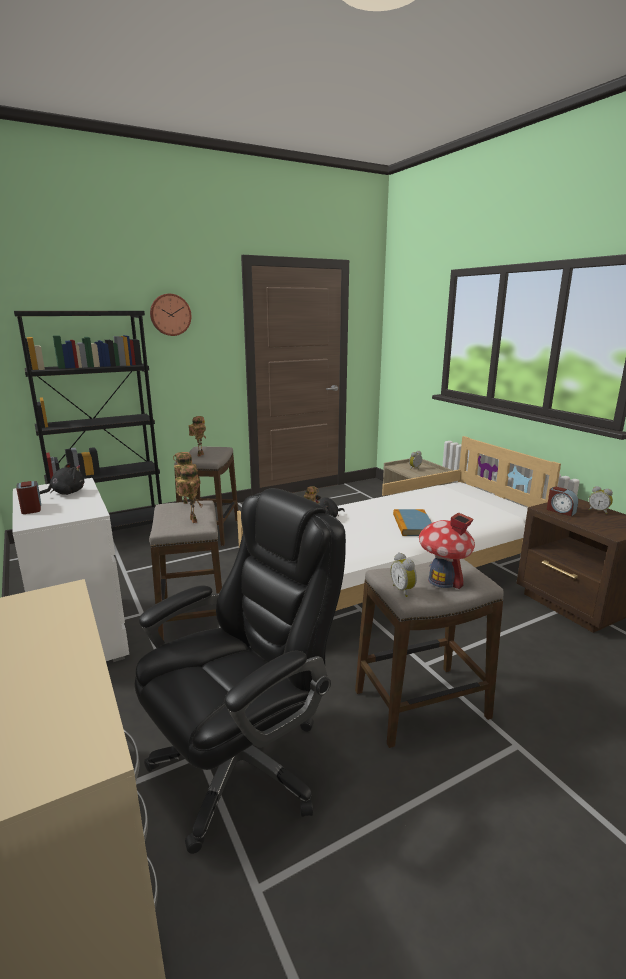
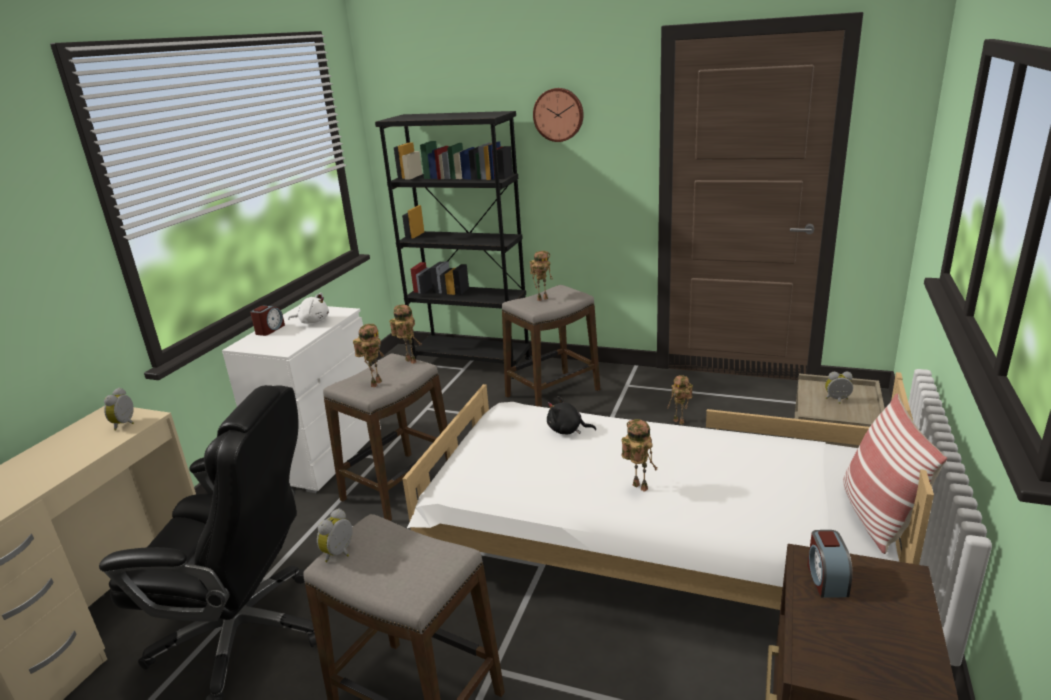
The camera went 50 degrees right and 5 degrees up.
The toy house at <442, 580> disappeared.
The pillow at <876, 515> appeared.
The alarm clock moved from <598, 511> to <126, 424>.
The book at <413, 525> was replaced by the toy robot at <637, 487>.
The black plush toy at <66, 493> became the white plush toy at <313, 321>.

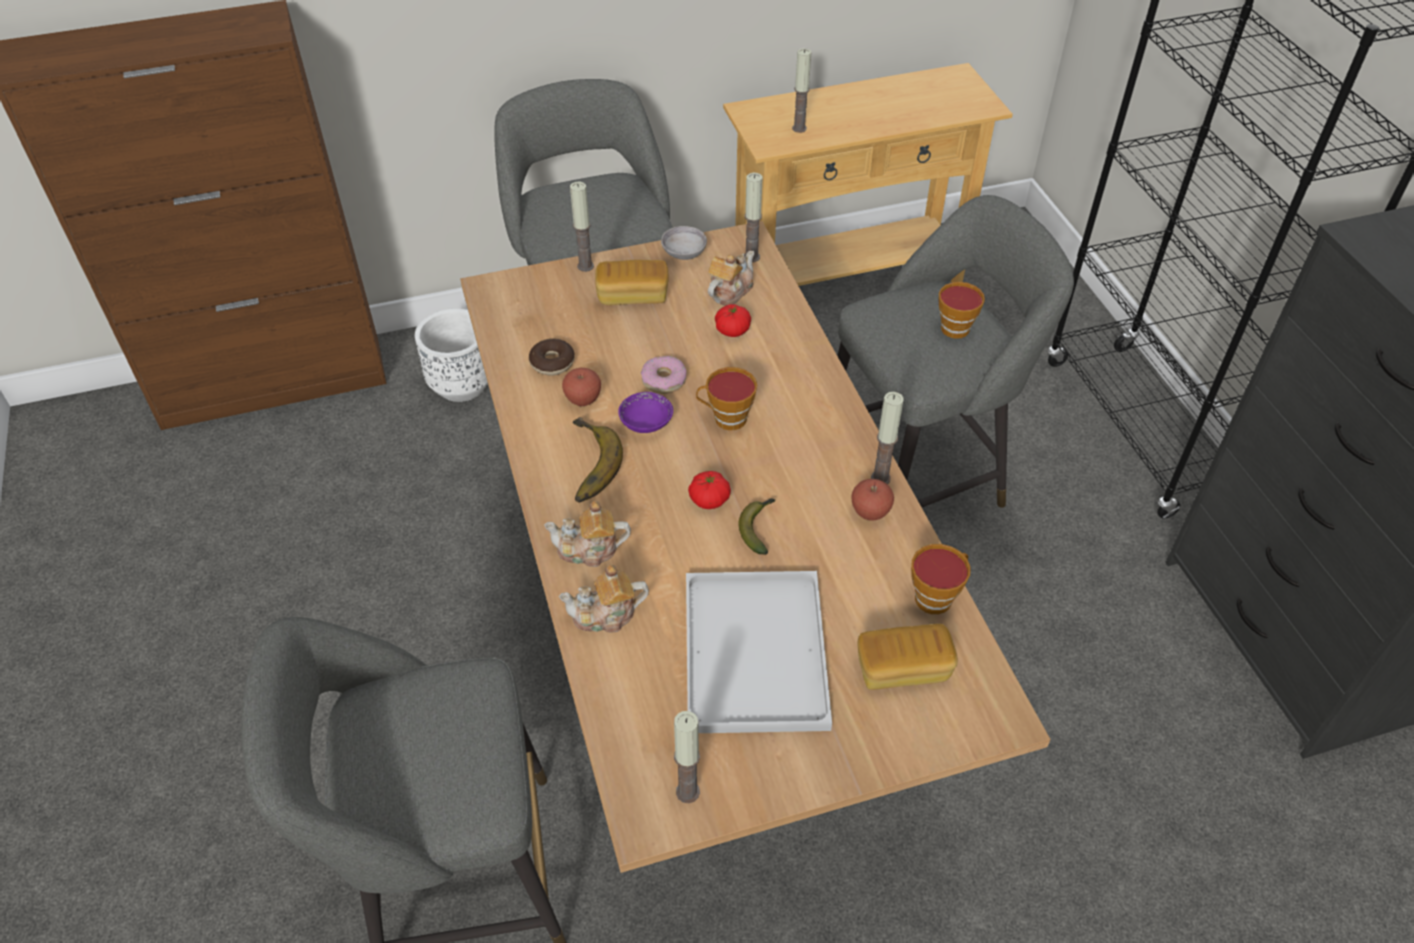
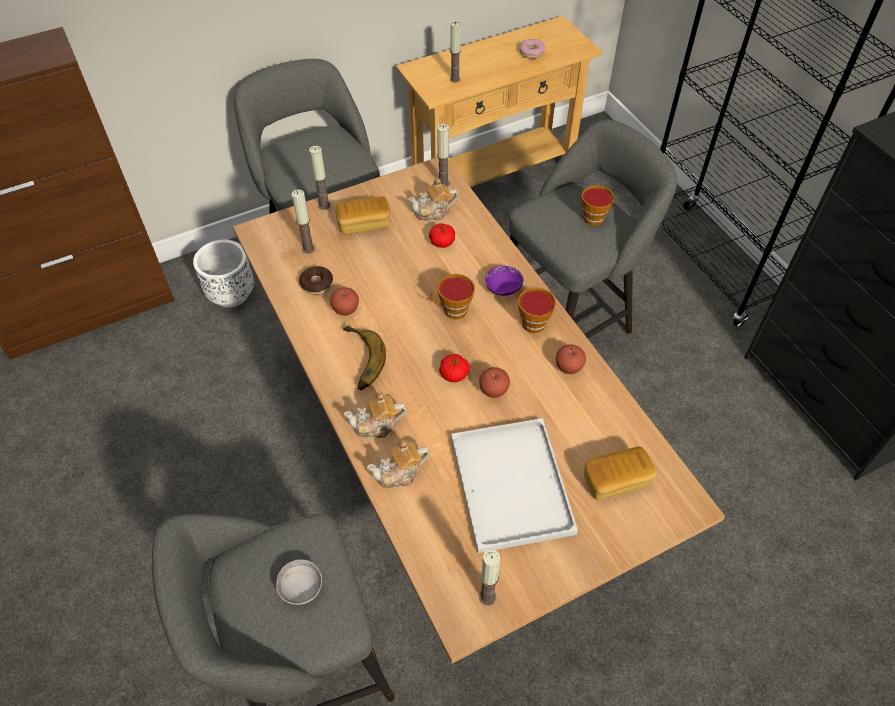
The camera went 10 degrees left and 5 degrees up.
The purple bowl moved from <646, 423> to <503, 288>.
The donut moved from <663, 380> to <531, 52>.
The grey bowl moved from <684, 253> to <301, 587>.
The candle moved from <880, 478> to <308, 248>.
The cup moved from <936, 596> to <535, 321>.
The banana at <758, 528> was replaced by the apple at <493, 390>.
The teapot at <729, 291> turned 135 degrees counterclockwise.

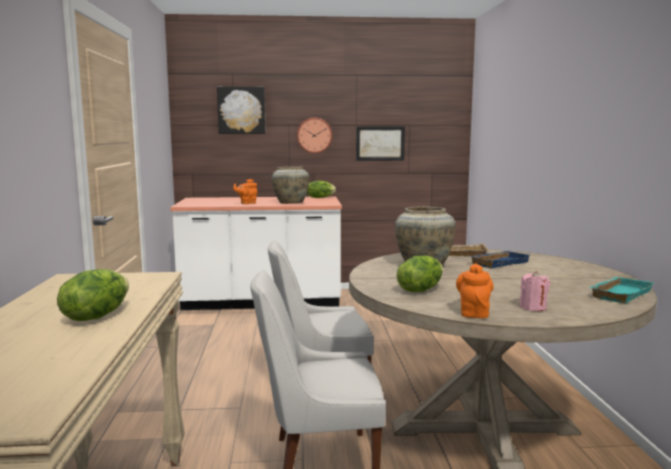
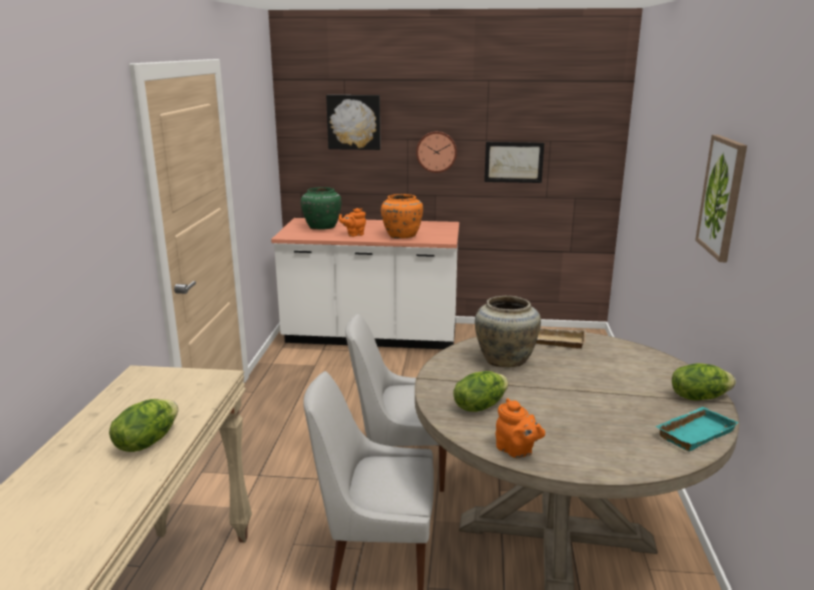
The camera went 10 degrees right and 10 degrees up.
The blue tray at <498, 262> disappeared.
The pink candle at <533, 307> disappeared.
The green vase at <322, 227> appeared.
The picture at <722, 197> appeared.
The lettuce moved from <320, 198> to <698, 397>.
The beige vase at <291, 203> became the orange vase at <402, 236>.
The orange teapot at <474, 312> turned 120 degrees clockwise.

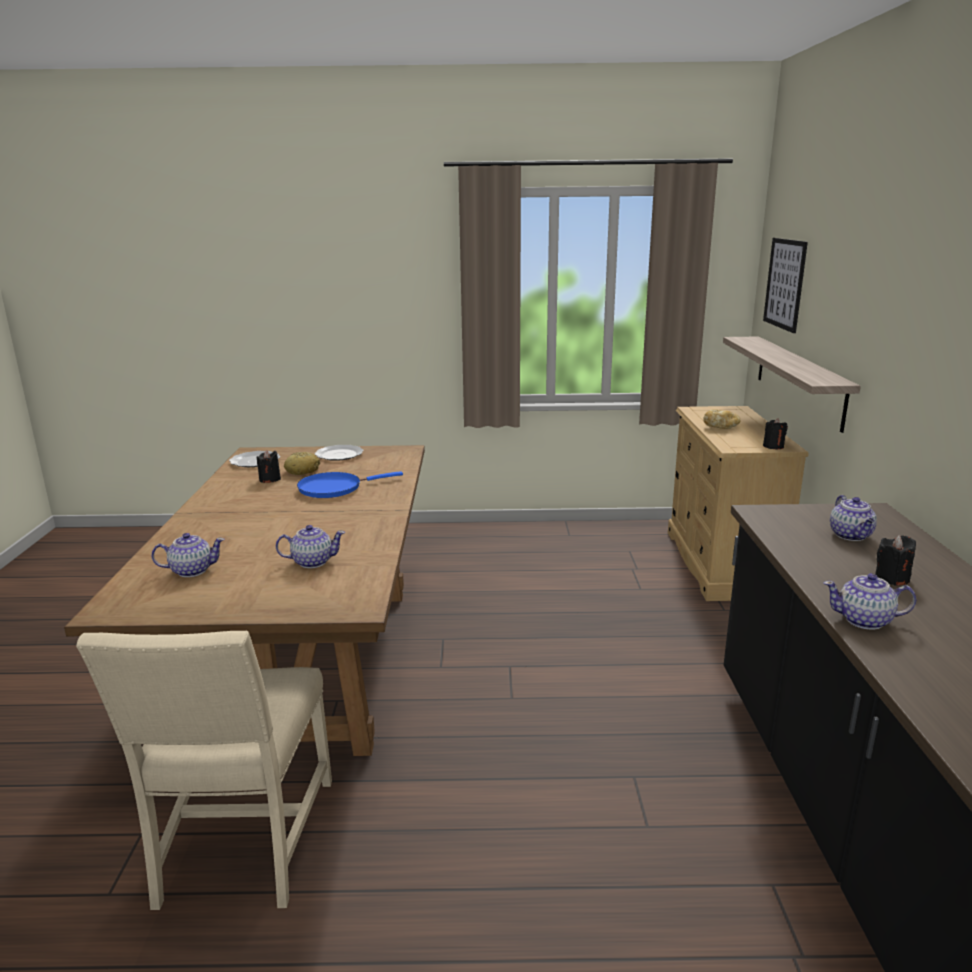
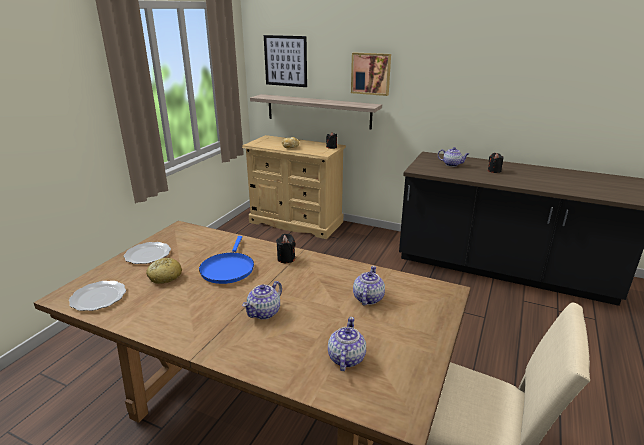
The camera went 65 degrees left and 5 degrees up.
The picture at <371, 73> appeared.
The black candle moved from <270, 479> to <286, 259>.
The teapot moved from <865, 620> to <264, 312>.

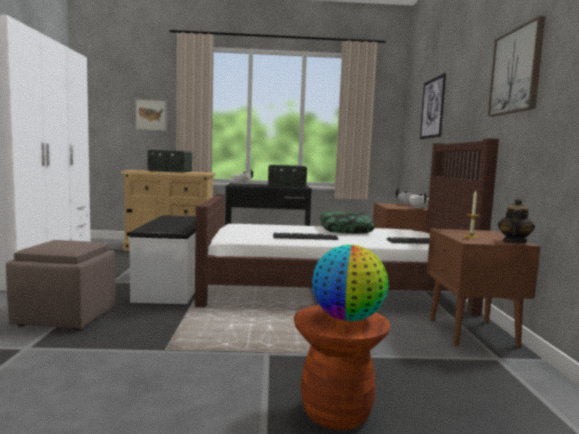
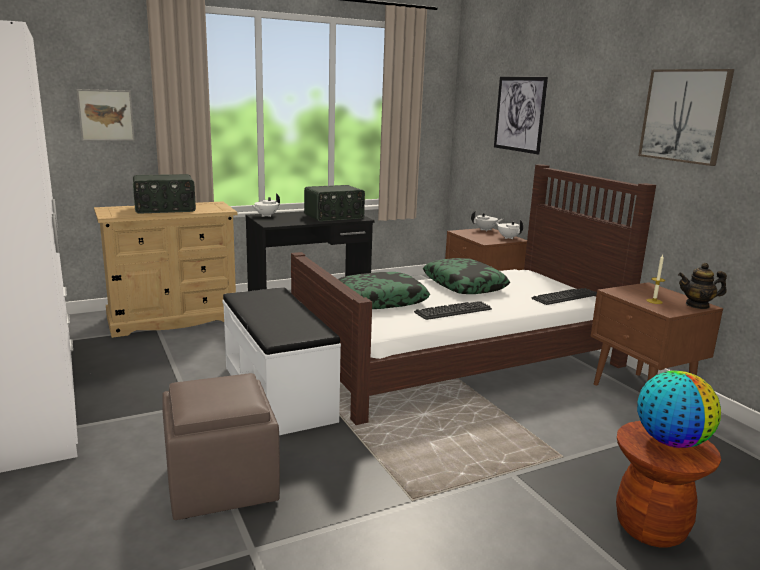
The camera went 25 degrees left and 10 degrees up.
The pillow at <379, 300> appeared.
The teapot at <513, 242> turned 90 degrees counterclockwise.

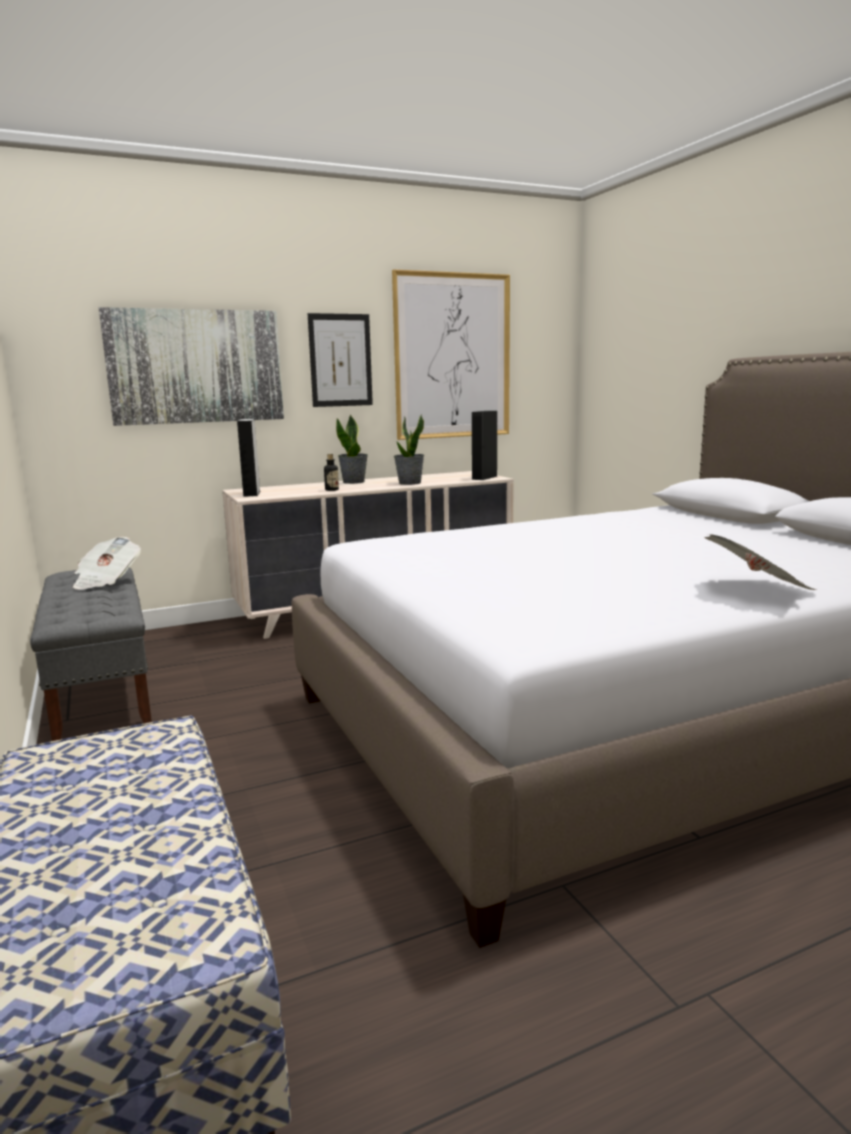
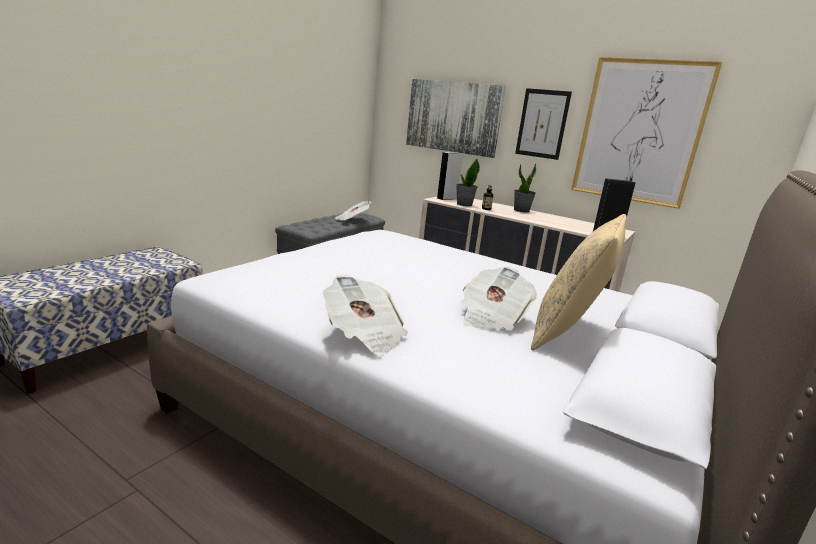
The camera went 55 degrees right and 5 degrees up.
The newspaper at <491, 317> appeared.
The beige pillow at <568, 332> appeared.
The potted plant moved from <409, 483> to <464, 204>.

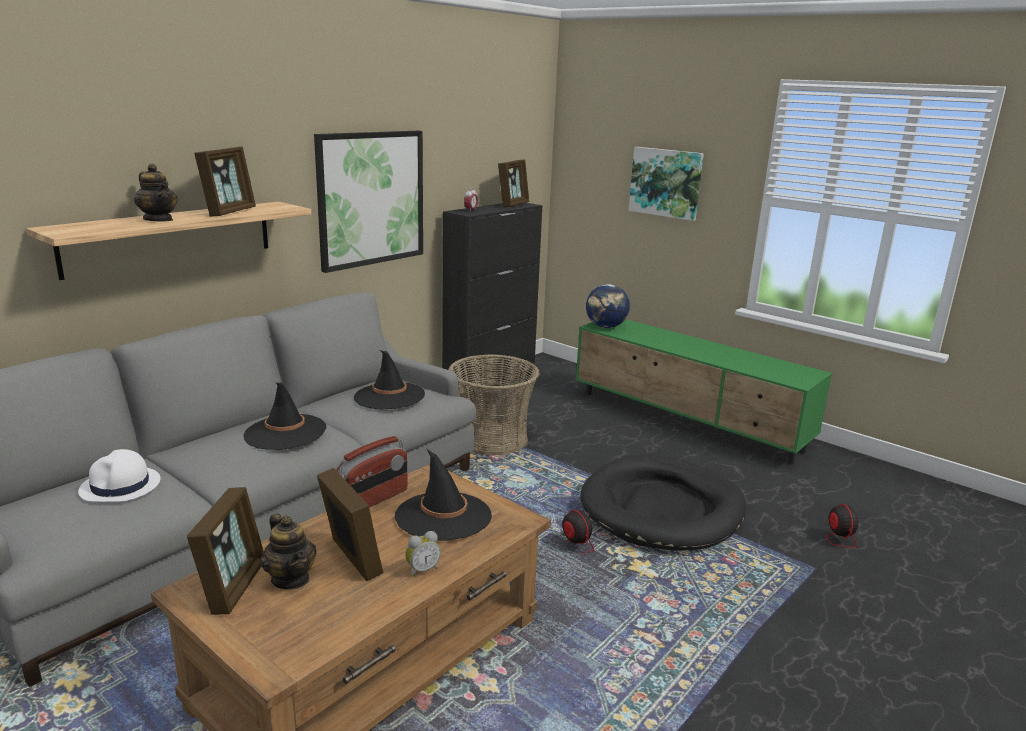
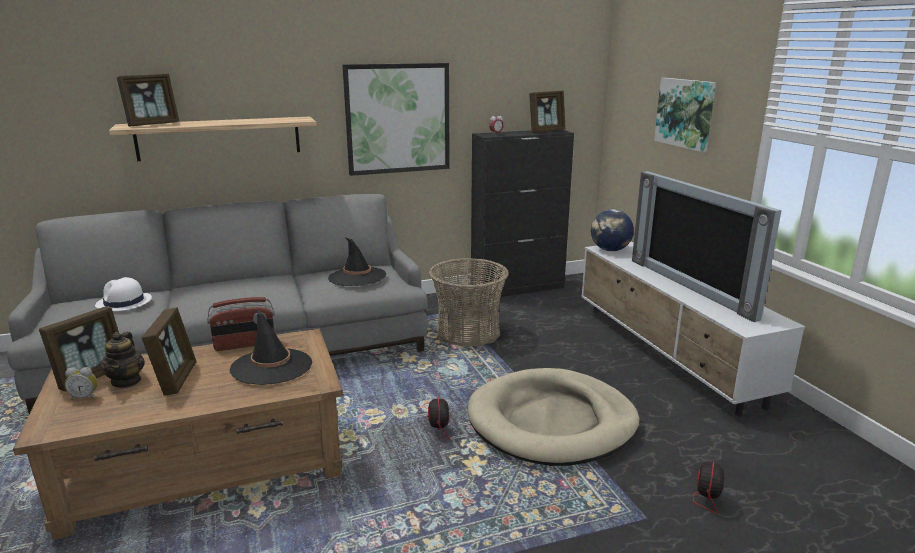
The camera went 30 degrees right and 0 degrees up.
The teapot at <158, 220> disappeared.
The black hat at <285, 432> disappeared.
The television at <694, 286> appeared.
The picture frame moved from <229, 212> to <153, 124>.
The alarm clock moved from <422, 570> to <85, 397>.
The green tv stand at <688, 421> became the white tv stand at <667, 354>.
The black dog bed at <662, 508> became the beige dog bed at <552, 422>.

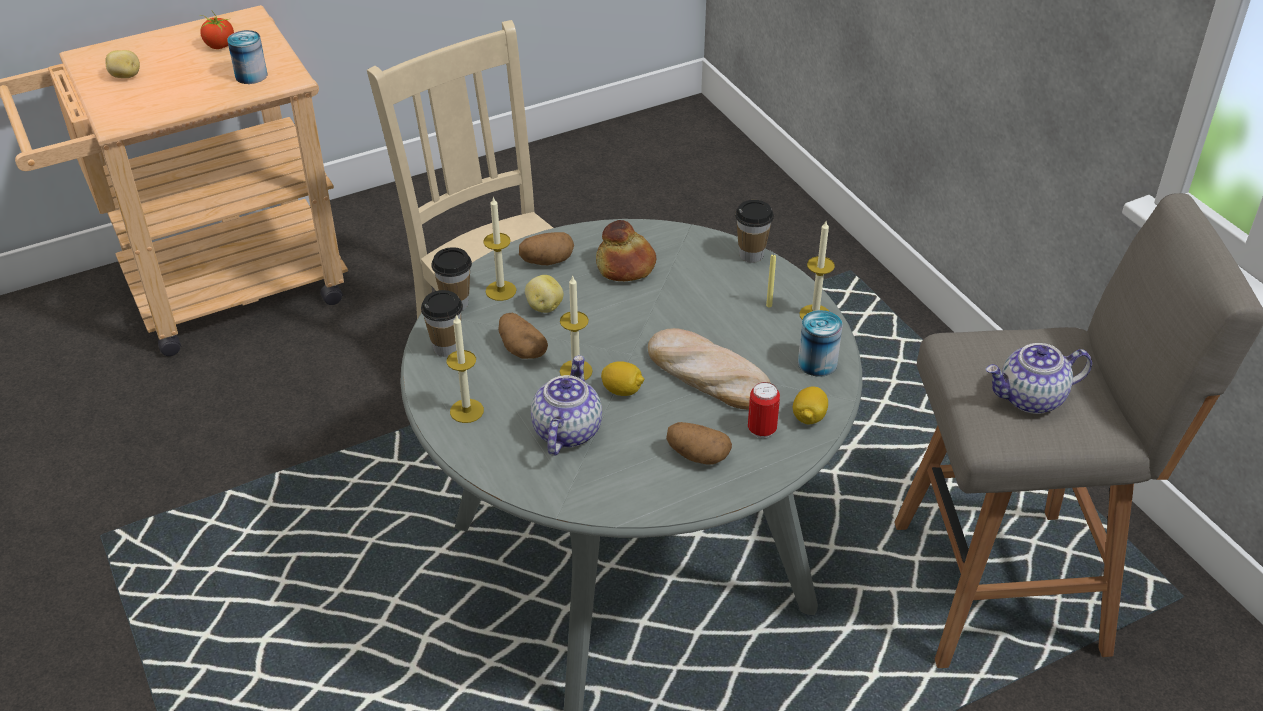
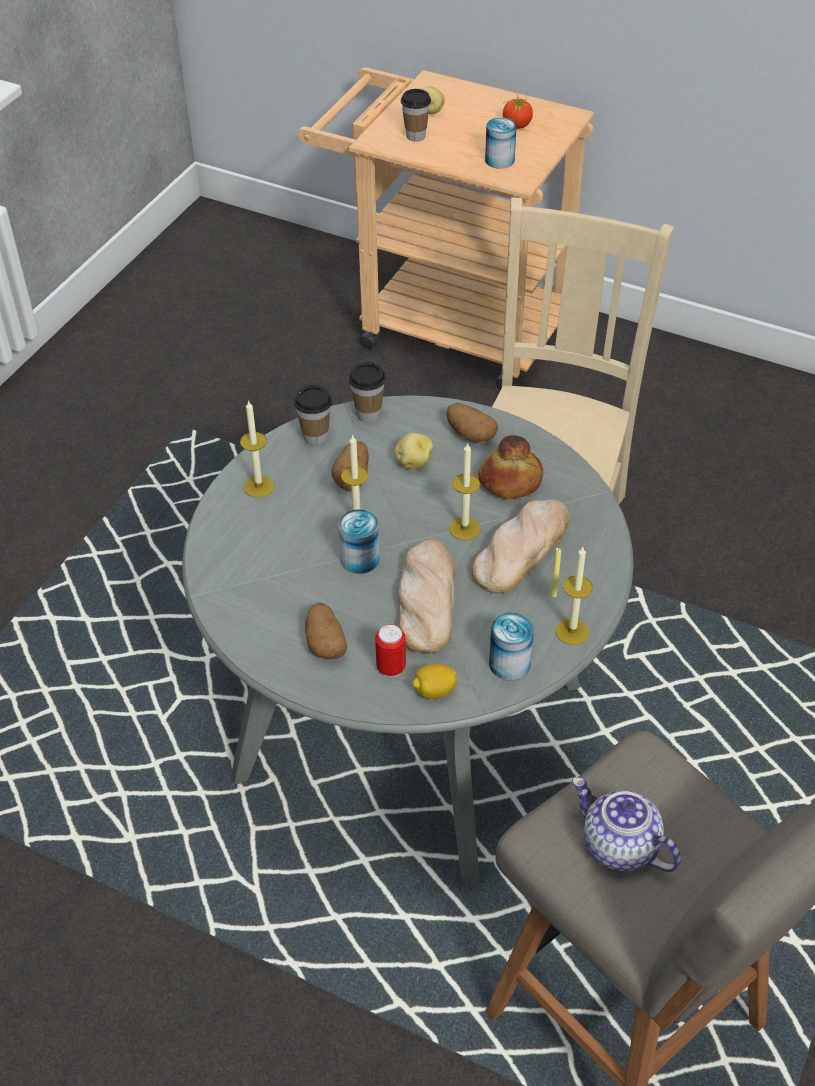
The camera went 55 degrees right and 5 degrees up.
The teapot at <566, 430> disappeared.
The bread at <521, 549> appeared.
The candle moved from <501, 290> to <464, 529>.
The cup moved from <751, 255> to <416, 136>.
The lemon at <622, 390> was replaced by the can at <360, 559>.

